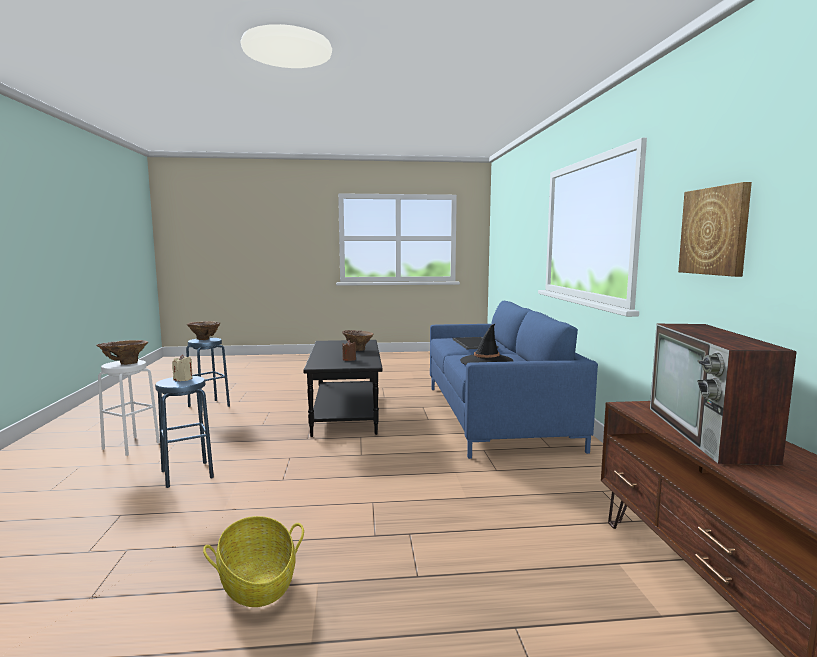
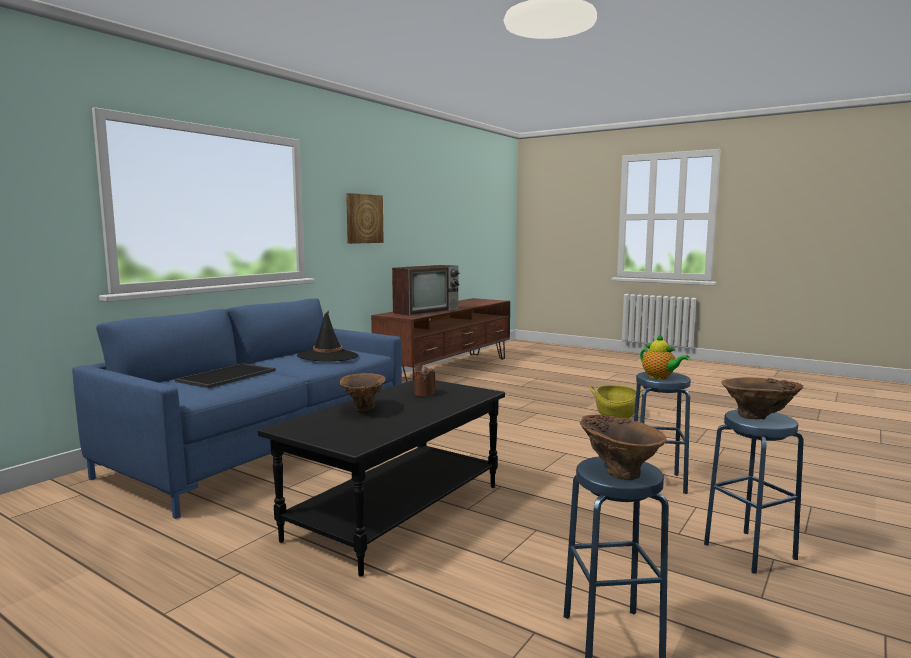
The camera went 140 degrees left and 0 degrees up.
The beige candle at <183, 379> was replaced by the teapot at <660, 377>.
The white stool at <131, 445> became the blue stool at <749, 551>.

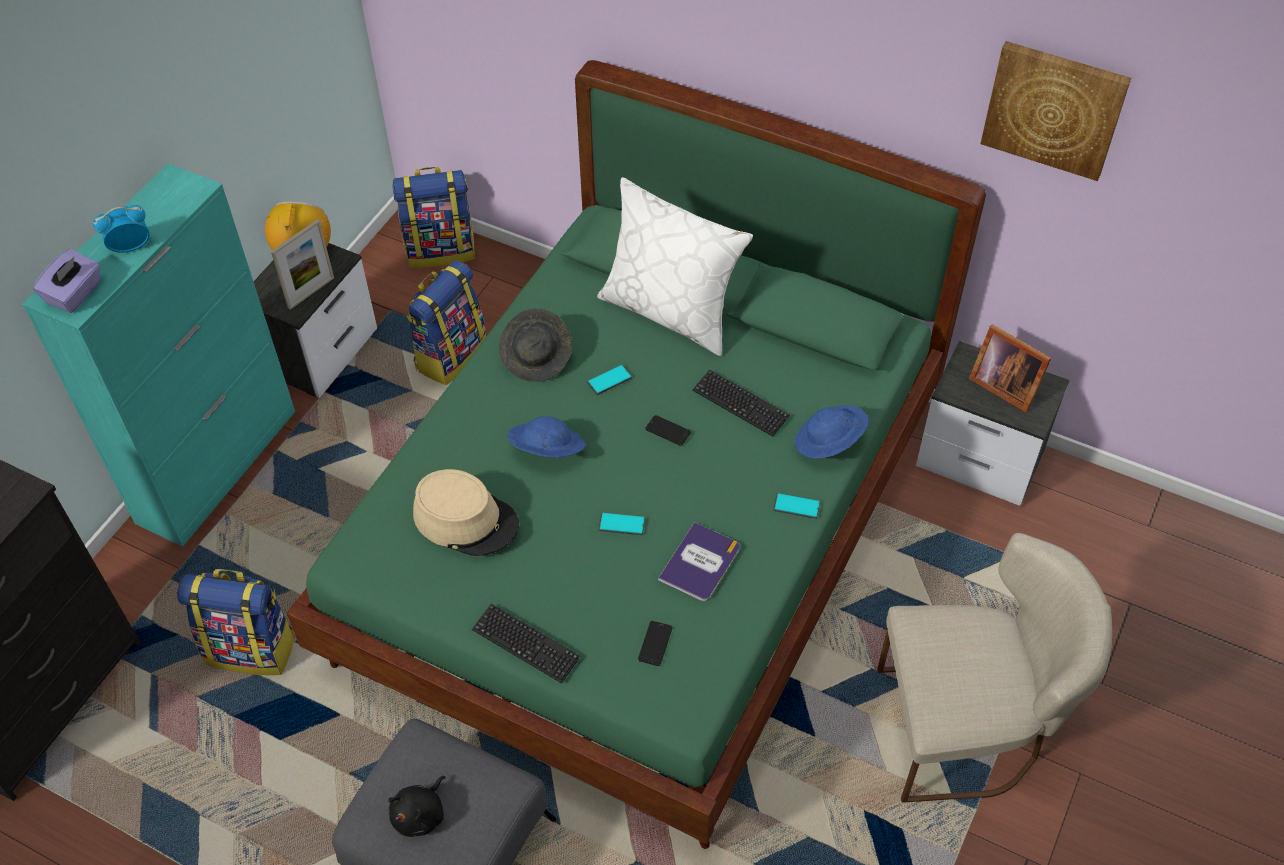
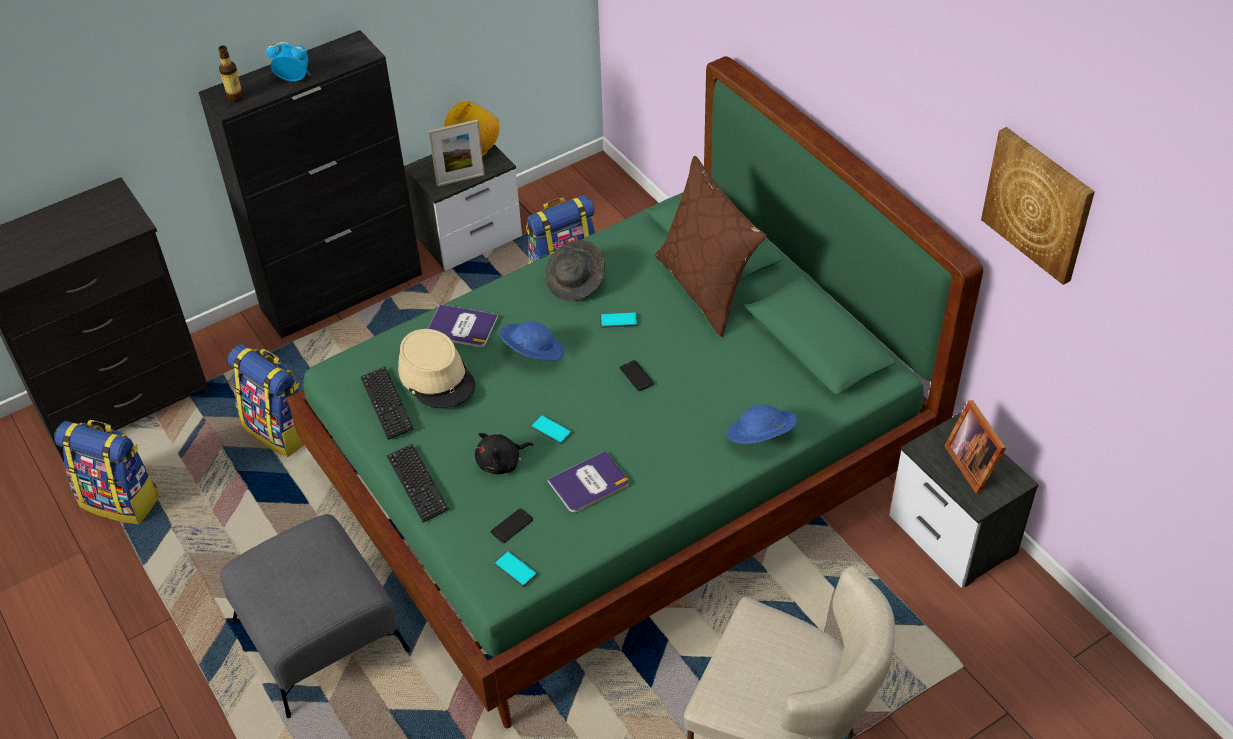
The camera went 30 degrees right and 5 degrees down.
The book at <461, 327> appeared.
The black plush toy moved from <421, 814> to <501, 463>.
The backpack moved from <441, 250> to <122, 500>.
The keyboard moved from <740, 404> to <387, 404>.
The phone moved from <796, 506> to <515, 569>.
The purple tissue box at <75, 294> was replaced by the bottle at <235, 97>.
The turquoise cabinet at <218, 465> became the black cabinet at <343, 291>.
The white pillow at <671, 311> became the brown pillow at <706, 288>.

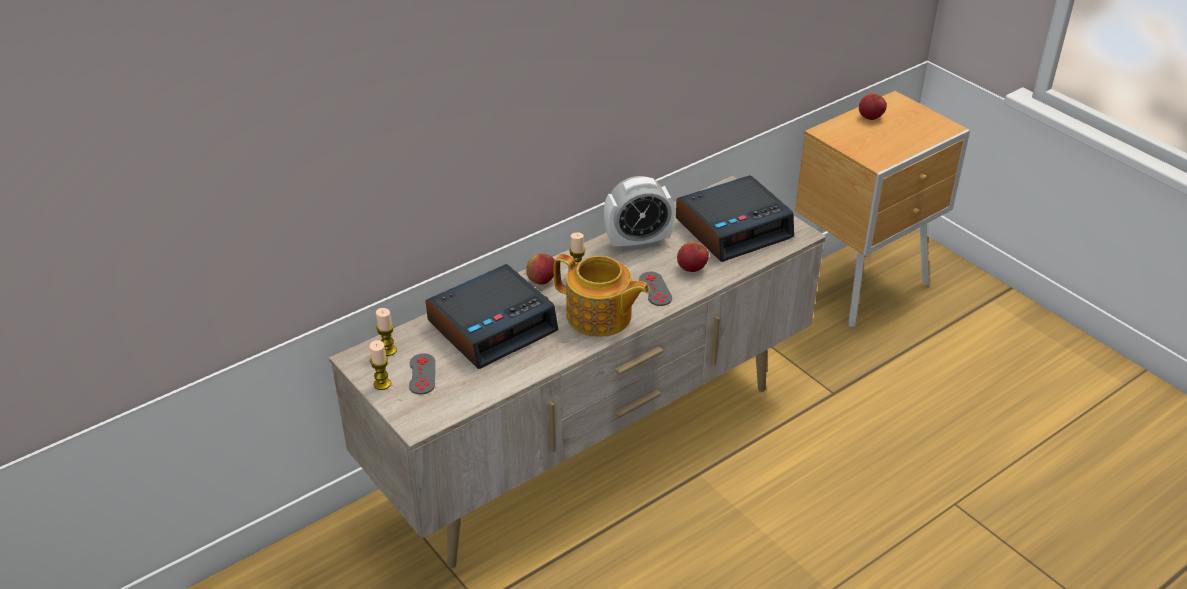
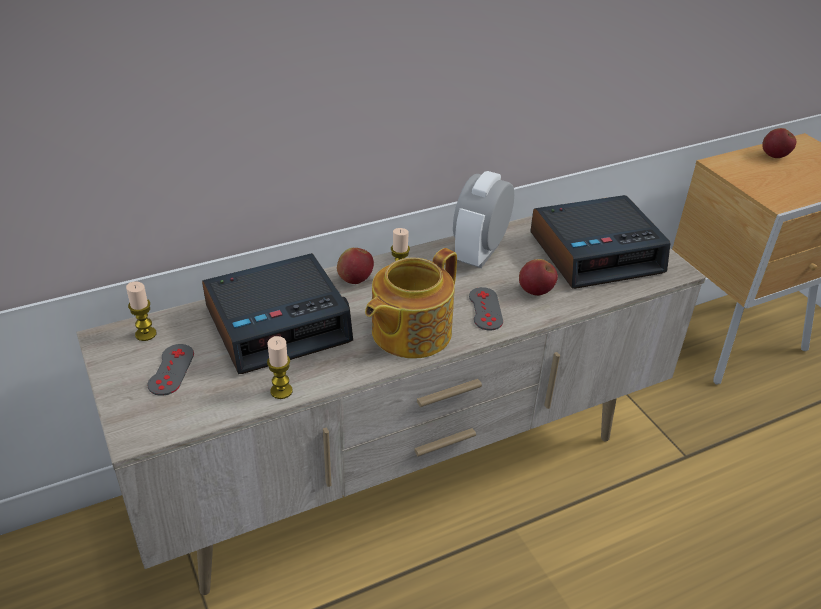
The camera went 10 degrees right and 0 degrees up.
The candle moved from <382, 384> to <281, 391>.
The teapot at <600, 317> turned 90 degrees clockwise.
The alarm clock at <638, 242> turned 120 degrees clockwise.

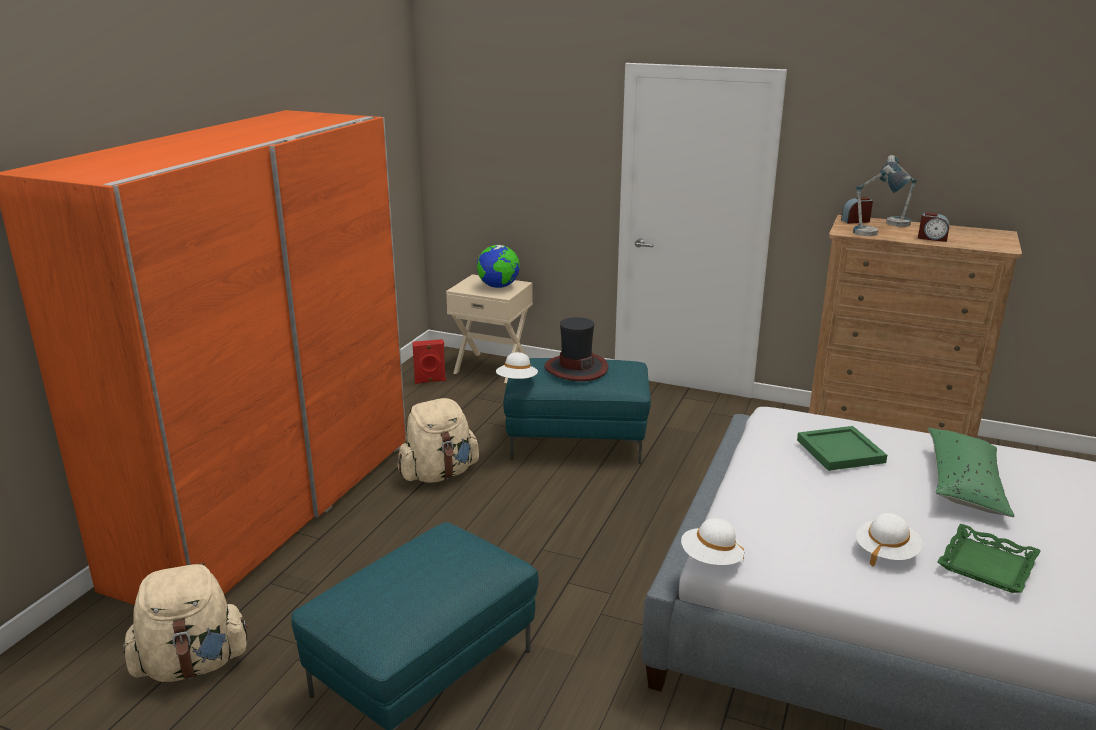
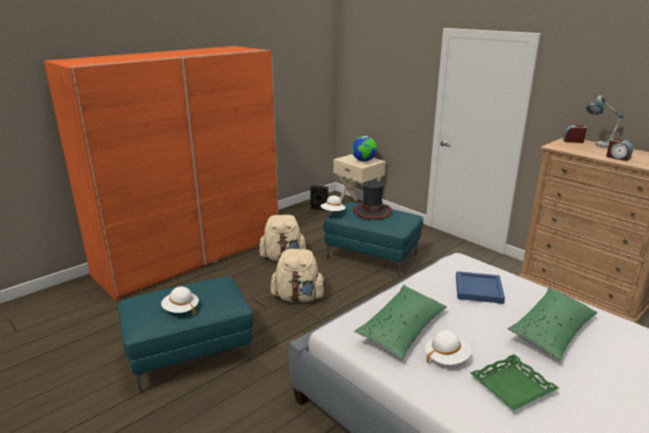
The camera went 25 degrees right and 0 degrees up.
The table lamp at <874, 235> disappeared.
The green pillow at <402, 329> appeared.
The beige backpack moved from <192, 664> to <298, 297>.
The white hat moved from <711, 559> to <181, 309>.
The red speaker at <430, 381> became the black speaker at <319, 209>.
The green tray at <841, 451> became the blue tray at <479, 289>.

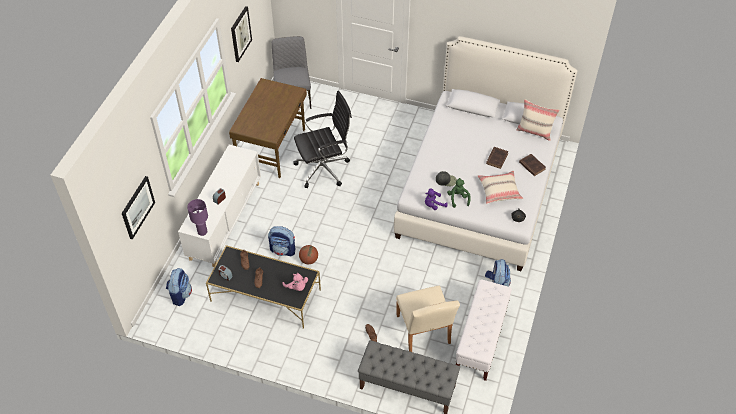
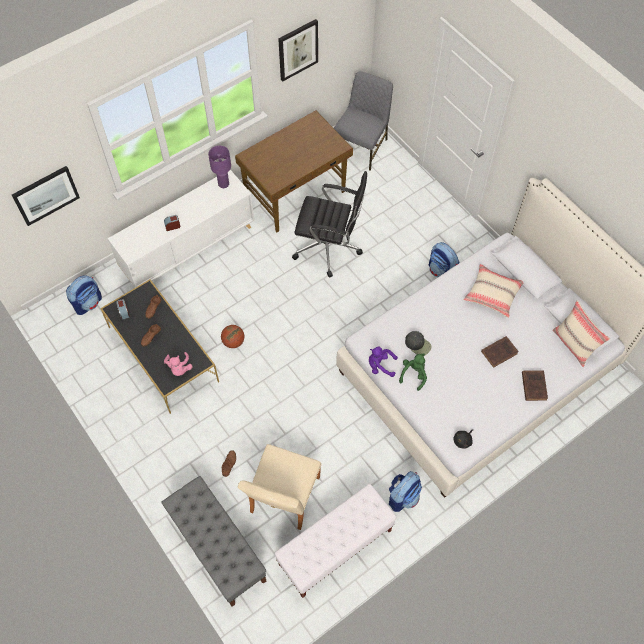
The camera went 35 degrees right and 10 degrees up.
The purple table lamp moved from <202, 231> to <224, 184>.
The backpack moved from <283, 250> to <442, 271>.
The beige pillow moved from <499, 190> to <493, 294>.

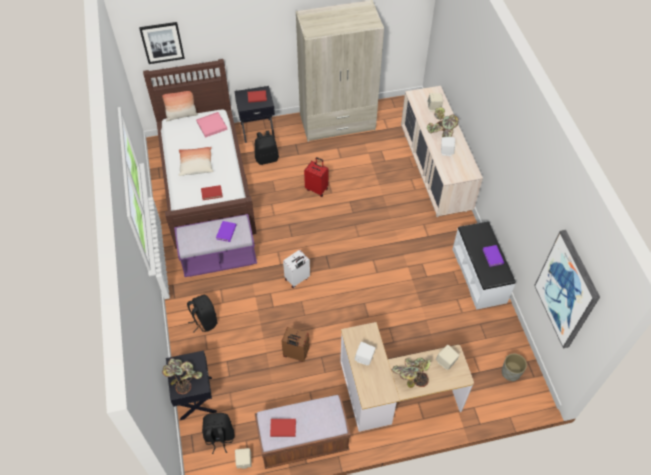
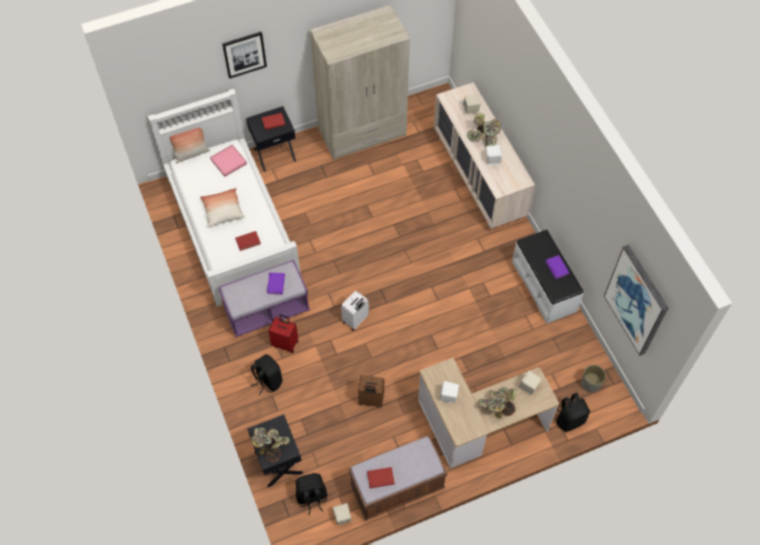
The camera went 10 degrees left and 5 degrees up.
The picture moved from <162, 42> to <244, 54>.
The black backpack moved from <267, 158> to <569, 419>.
The red suitcase moved from <317, 189> to <285, 343>.
The brown bed at <206, 181> became the white bed at <231, 224>.

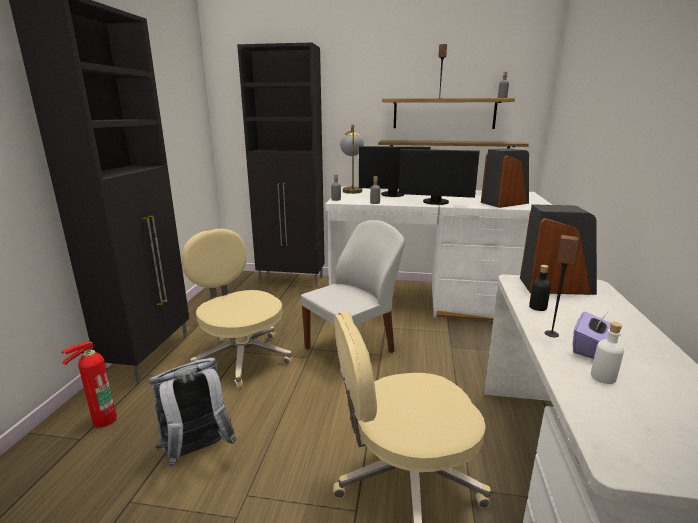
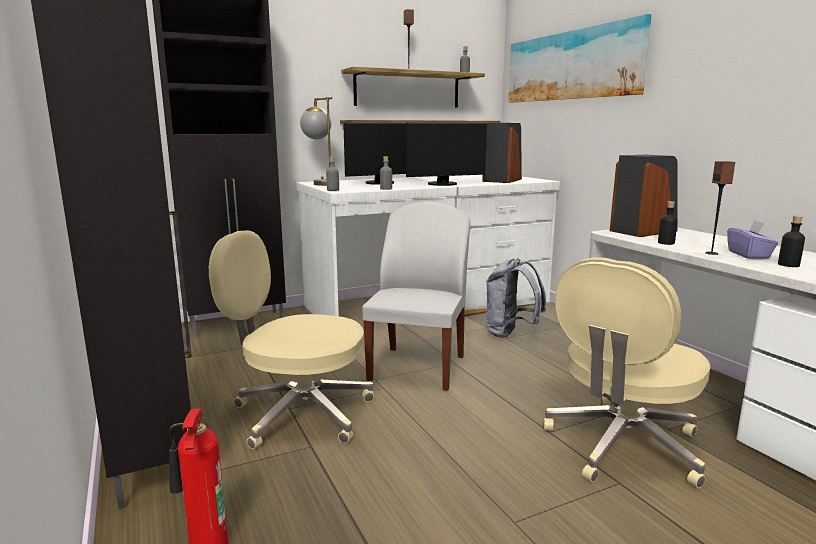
The camera went 35 degrees left and 5 degrees down.
The picture at <571, 65> appeared.
The grey backpack moved from <197, 452> to <511, 333>.
The white bottle at <603, 377> became the black bottle at <788, 265>.

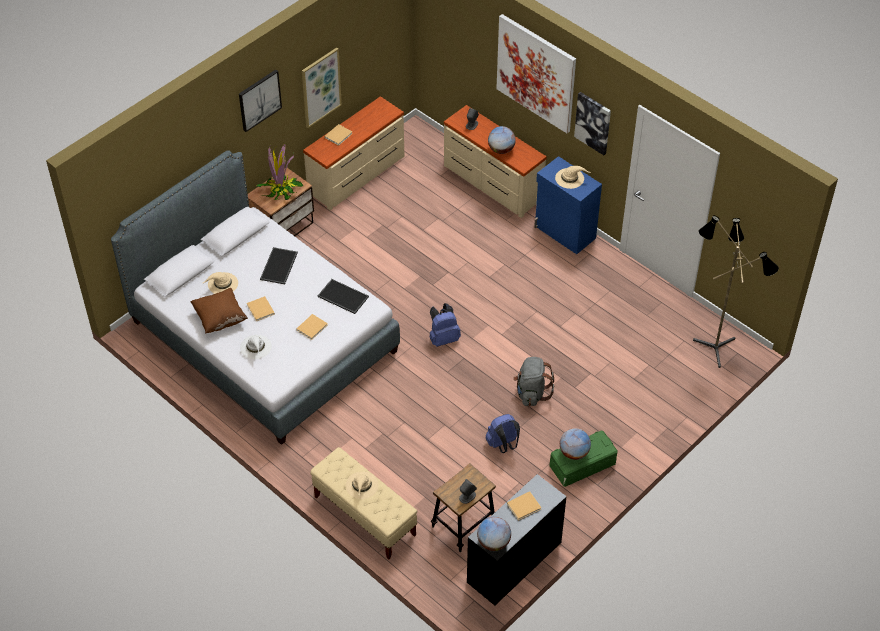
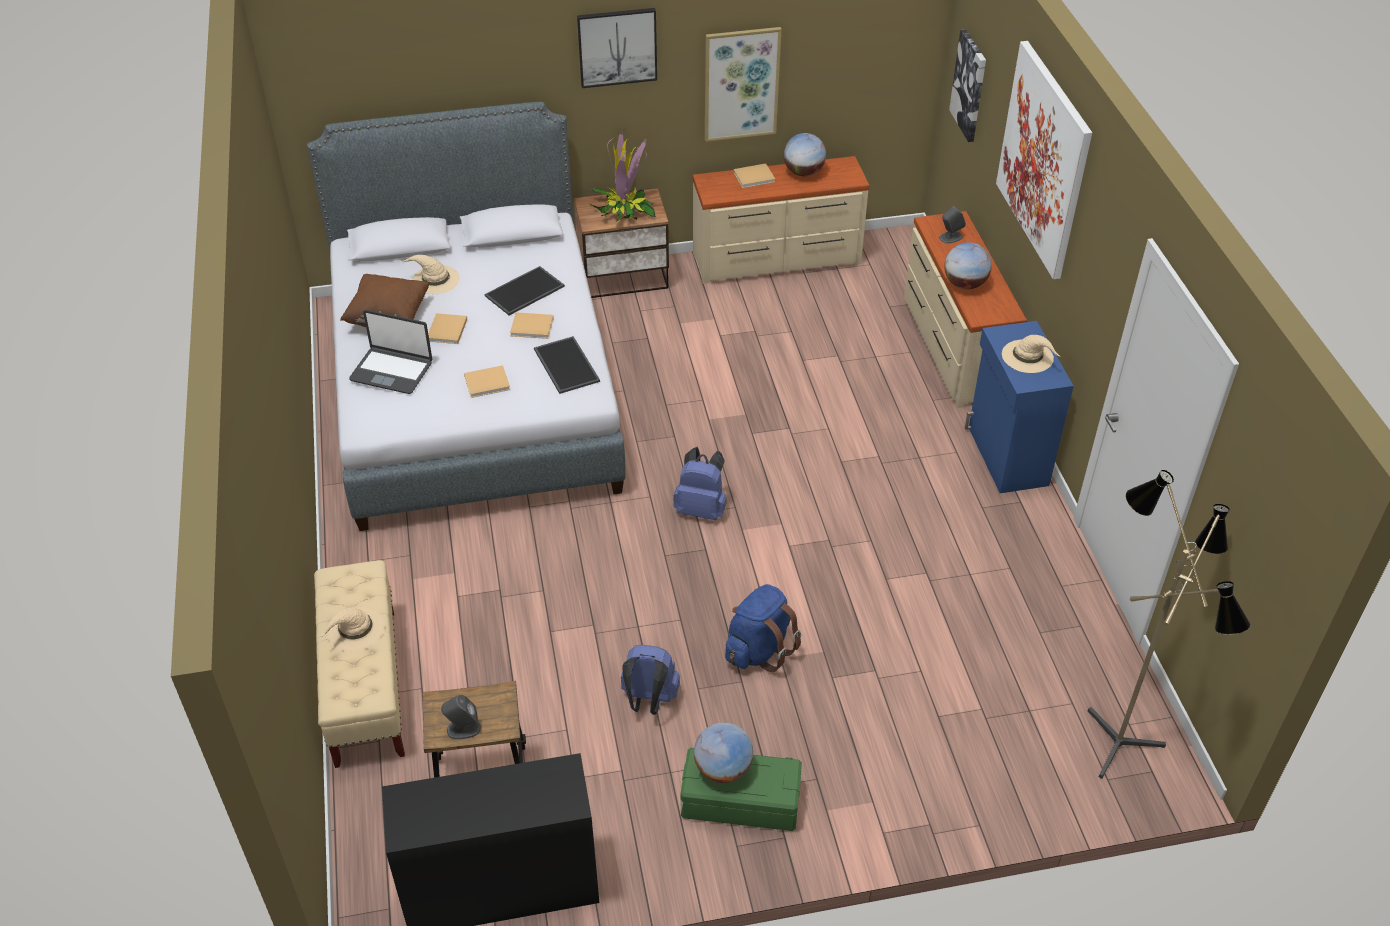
The camera went 35 degrees right and 5 degrees down.
The globe moved from <493, 542> to <803, 172>.
The beige book moved from <524, 506> to <533, 327>.
The picture moved from <593, 122> to <969, 85>.
The white hat at <256, 347> was replaced by the laptop at <392, 371>.
The grey backpack at <531, 393> became the blue backpack at <759, 649>.

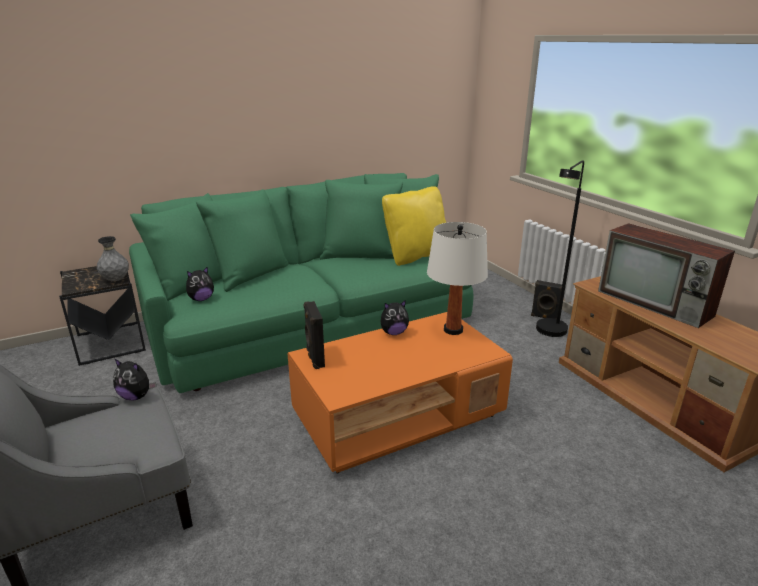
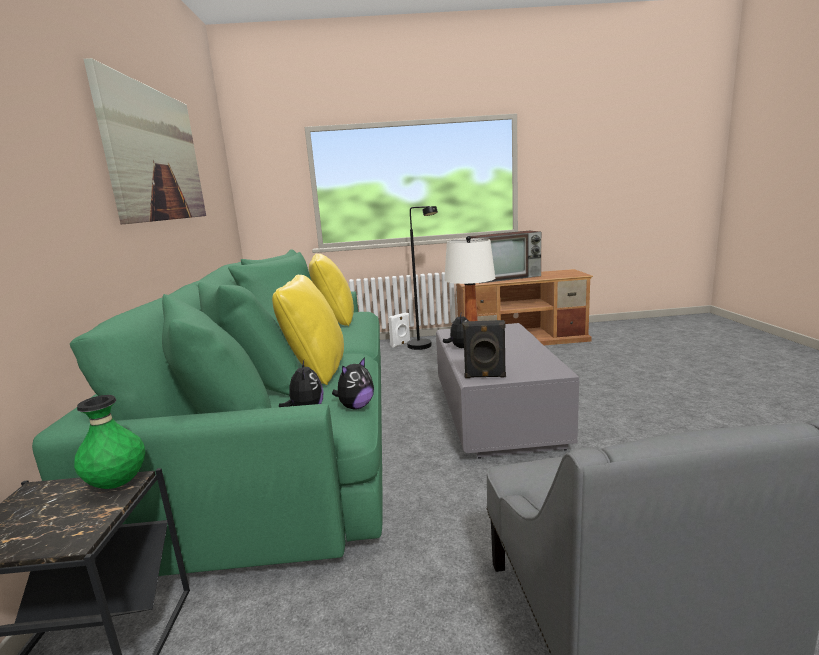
The camera went 65 degrees left and 10 degrees down.
The picture at <155, 155> appeared.
The yellow pillow at <317, 370> appeared.
The plush toy moved from <136, 396> to <356, 407>.
The grey vase at <116, 280> became the green vase at <117, 484>.
The orange coffee table at <398, 416> became the grey coffee table at <497, 413>.
The black speaker at <544, 317> became the white speaker at <401, 344>.

